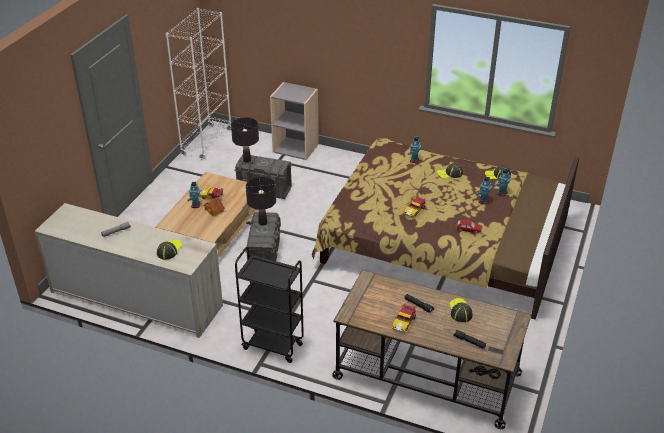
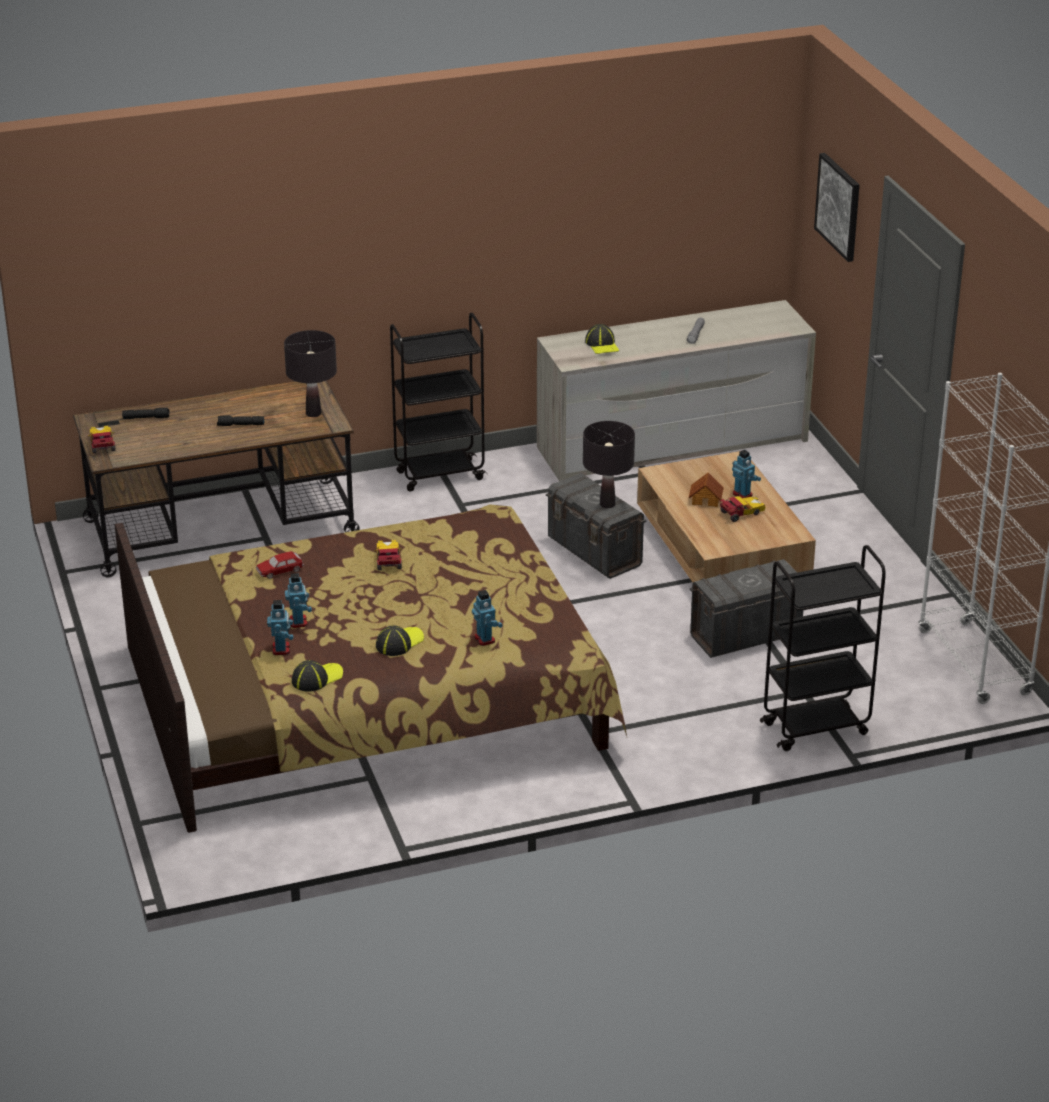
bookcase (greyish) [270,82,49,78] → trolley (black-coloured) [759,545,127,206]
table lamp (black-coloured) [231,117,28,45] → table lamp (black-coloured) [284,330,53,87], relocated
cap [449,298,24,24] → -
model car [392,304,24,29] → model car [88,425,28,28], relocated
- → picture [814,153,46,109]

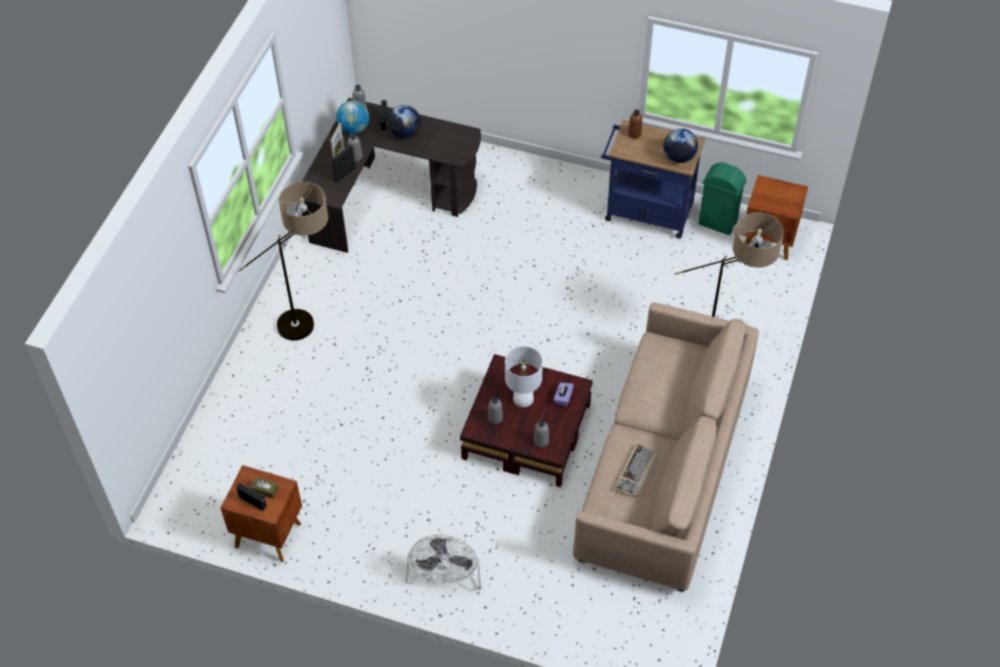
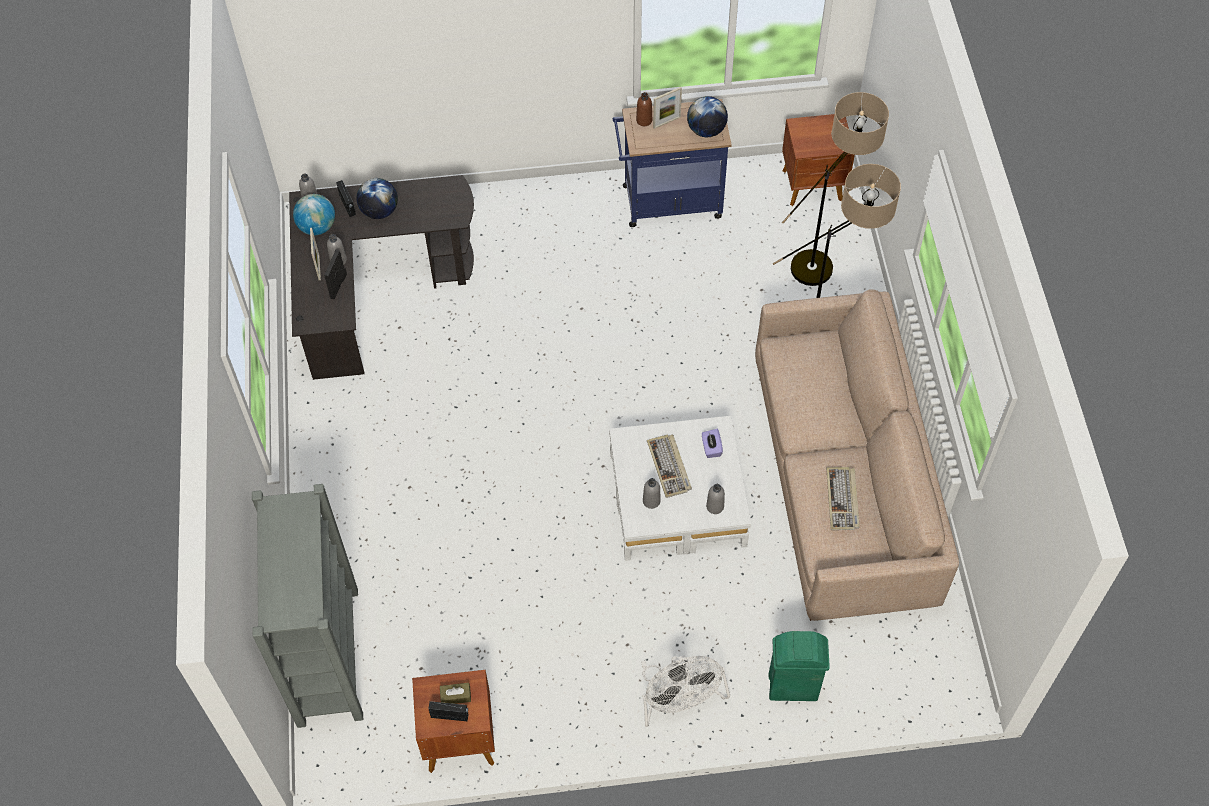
trash can (green-coloured) [698,162,49,73] → trash can (green-coloured) [769,631,61,70], relocated
standard lamp [238,182,90,158] → standard lamp [782,92,107,194], relocated
table lamp (white-coloured) [505,346,38,61] → keyboard [647,434,45,64]
low table (brown) [460,354,133,133] → low table (white-coloured) [609,416,142,145]
- → standing frame [653,87,29,42]
- → bookcase (greyish) [252,484,111,244]

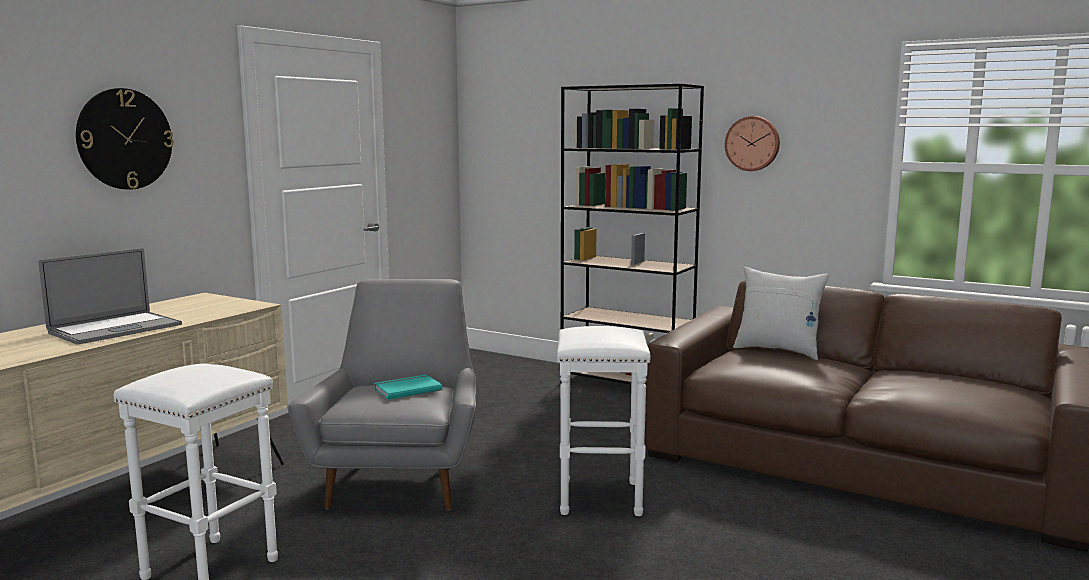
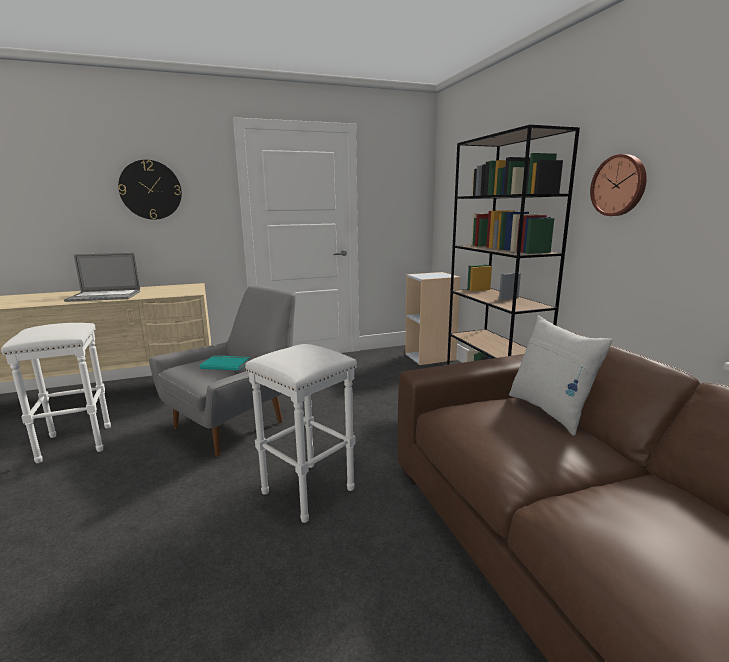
- → bookcase [405,272,56,93]

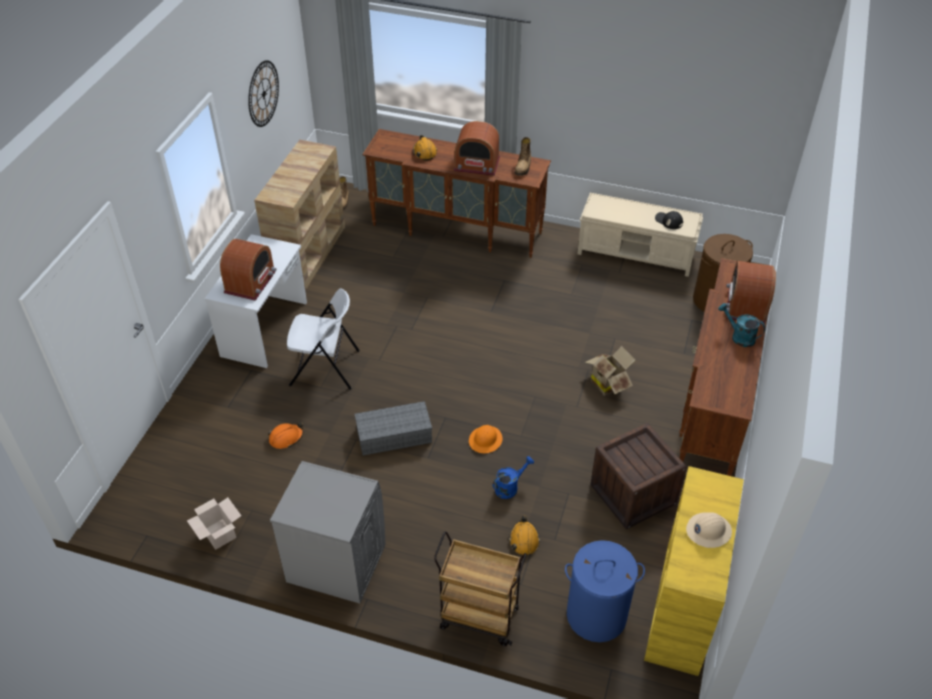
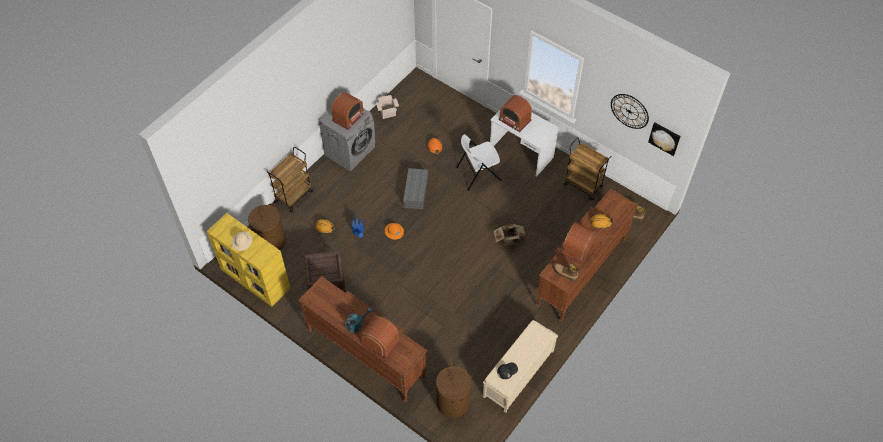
bookcase (brown) [254,140,91,150] → trolley (brown) [564,137,47,64]
upright chair (white-coloured) [287,288,72,102] → upright chair (white-coloured) [457,134,45,57], 45 degrees clockwise
carton [584,346,51,49] → carton [494,224,32,22], relocated
laundry basket (bluish) [565,540,80,102] → laundry basket (brown) [248,203,38,47]
- → radio receiver [331,92,34,38]
- → picture [648,123,33,33]

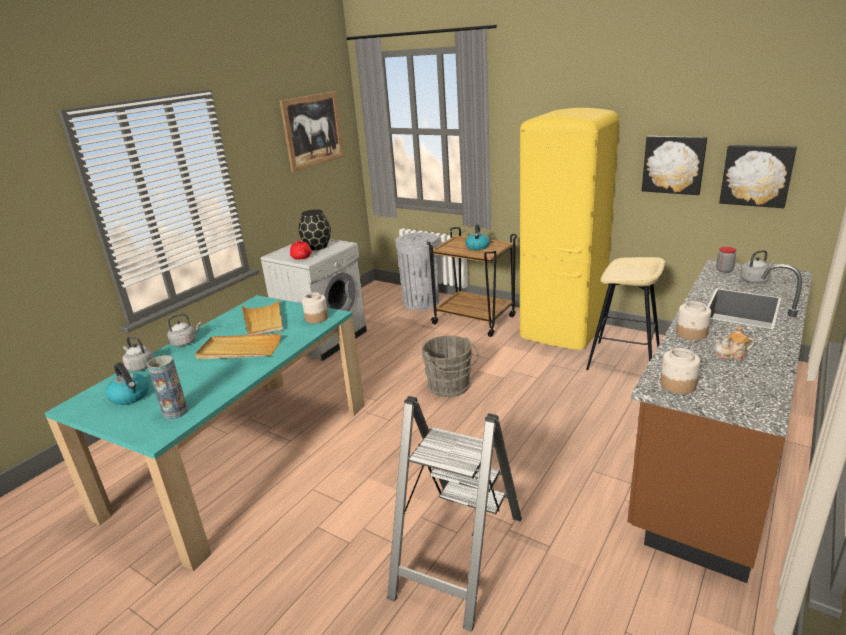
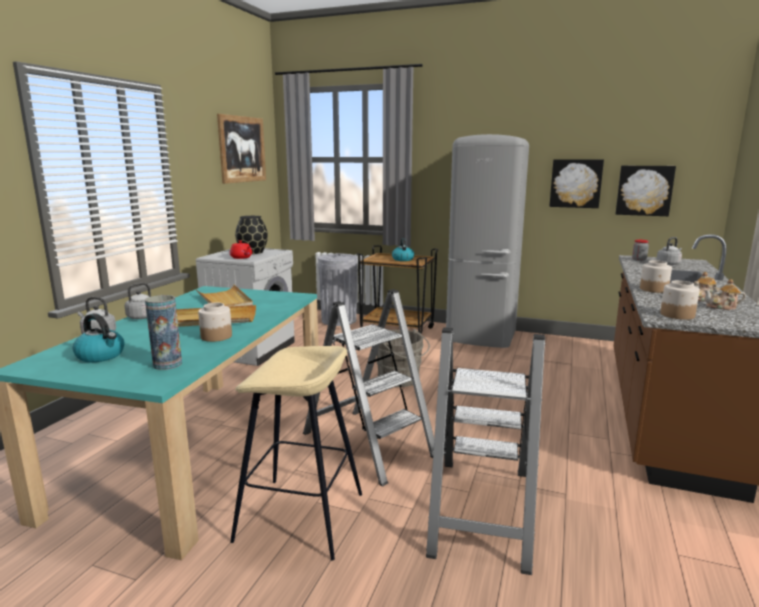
fridge (yellow-coloured) [520,108,99,242] → fridge (greyish) [446,134,83,214]
sitting stool (sand-coloured) [586,257,79,113] → sitting stool (sand-coloured) [230,346,132,215], relocated
storage jar [302,293,26,31] → storage jar [198,303,34,39], relocated
- → pot for tea [704,279,42,31]
- → step ladder (greyish) [303,289,131,197]

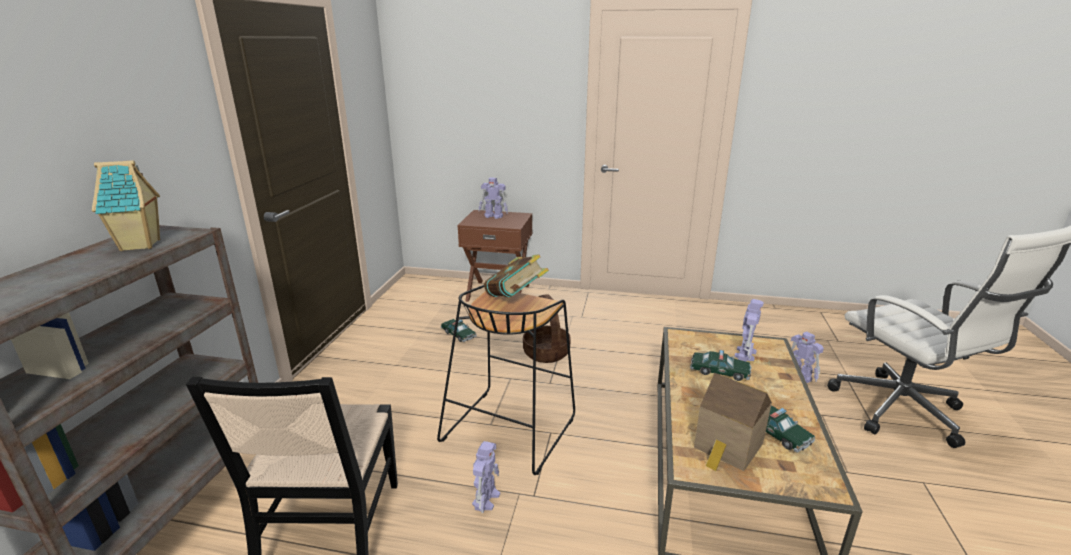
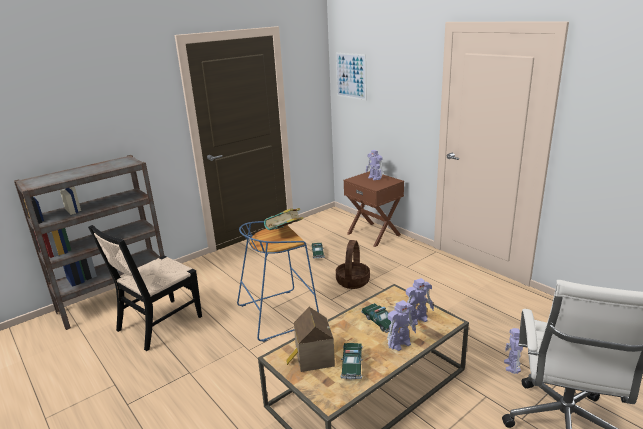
model house [92,160,68,91] → -
sitting stool (black-coloured) [437,285,138,190] → sitting stool (bluish) [237,221,82,121]
toy robot [472,441,28,72] → toy robot [387,300,29,51], relocated
- → picture [336,53,30,47]

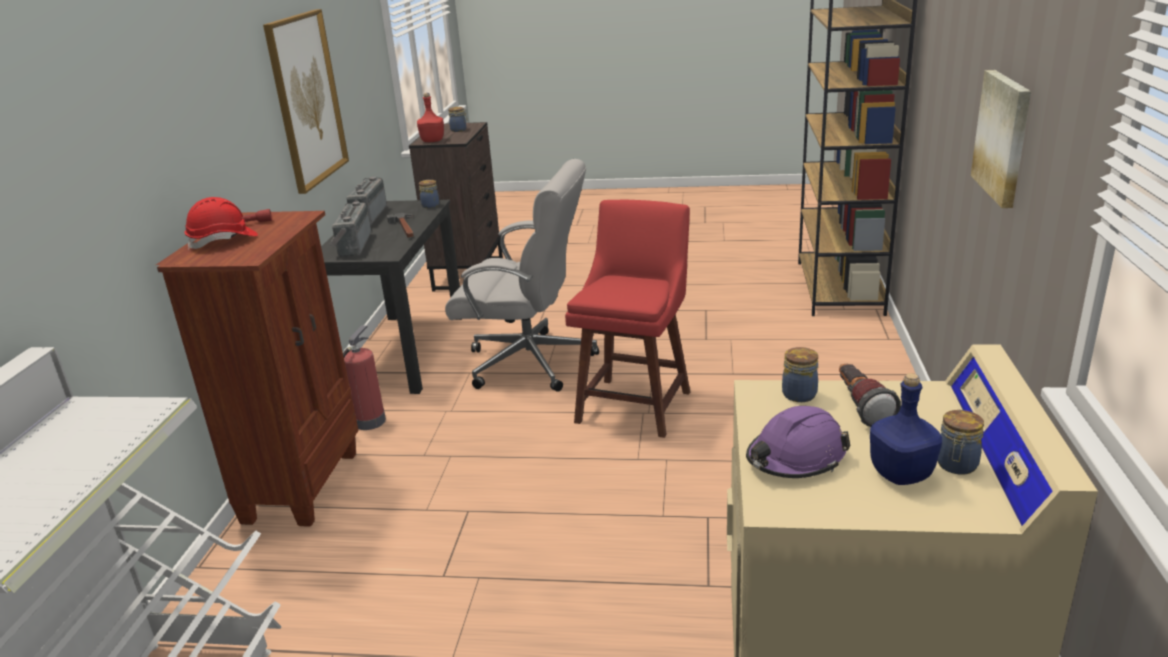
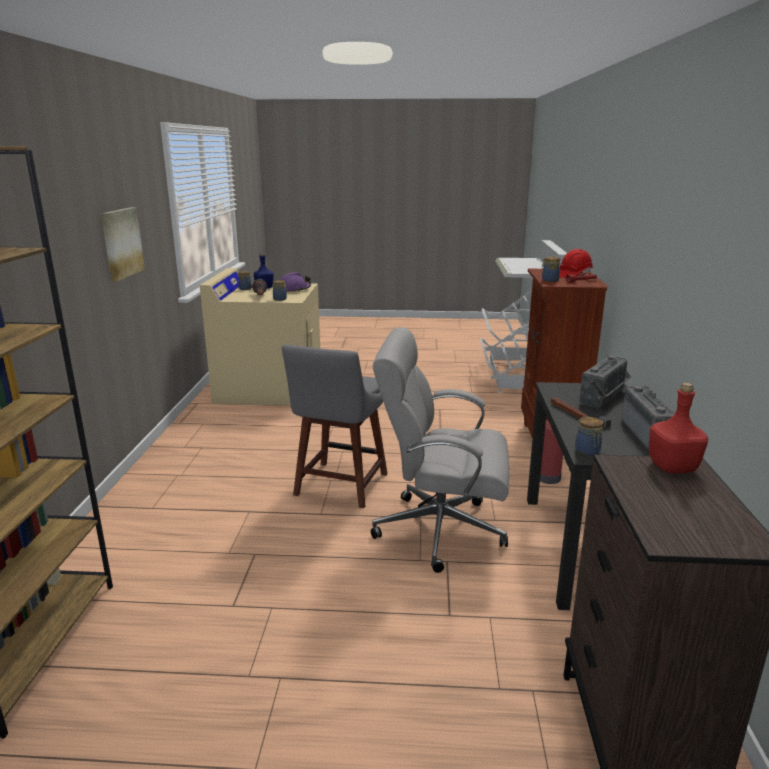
picture [263,9,86,185] → -
storage jar [448,107,20,25] → storage jar [541,257,19,25], relocated
sitting stool (reddish) [565,200,125,238] → sitting stool (greyish) [282,344,106,164]
radio receiver [329,201,42,56] → radio receiver [579,355,52,53], 45 degrees clockwise

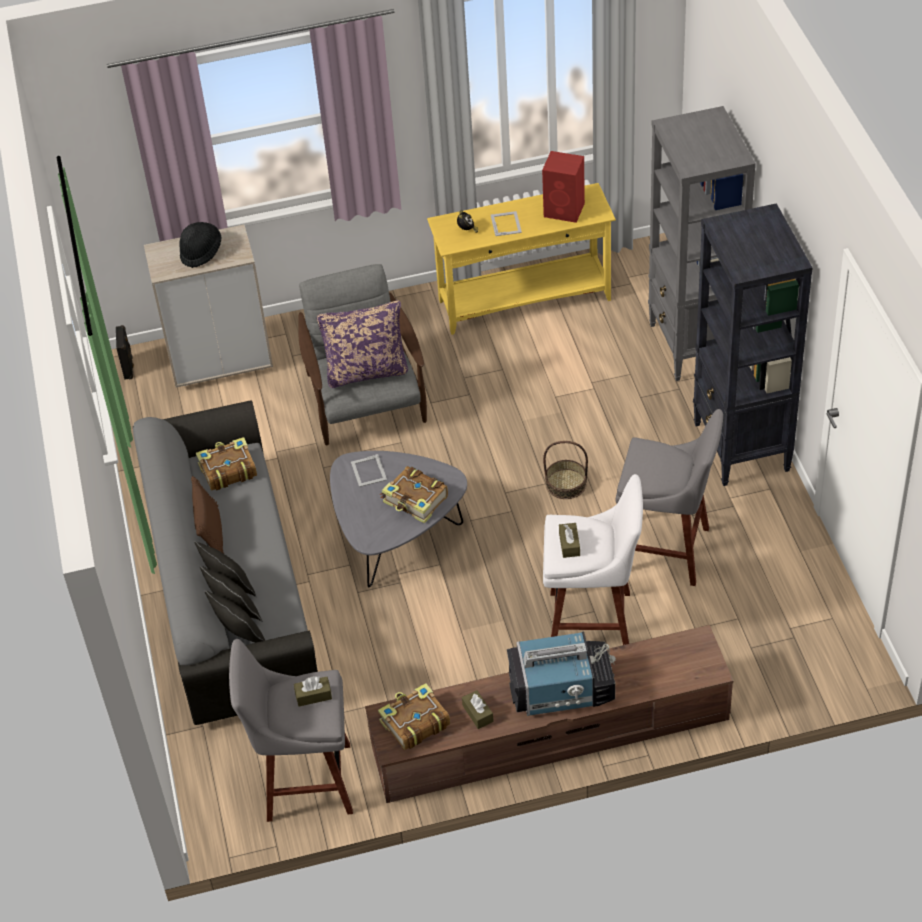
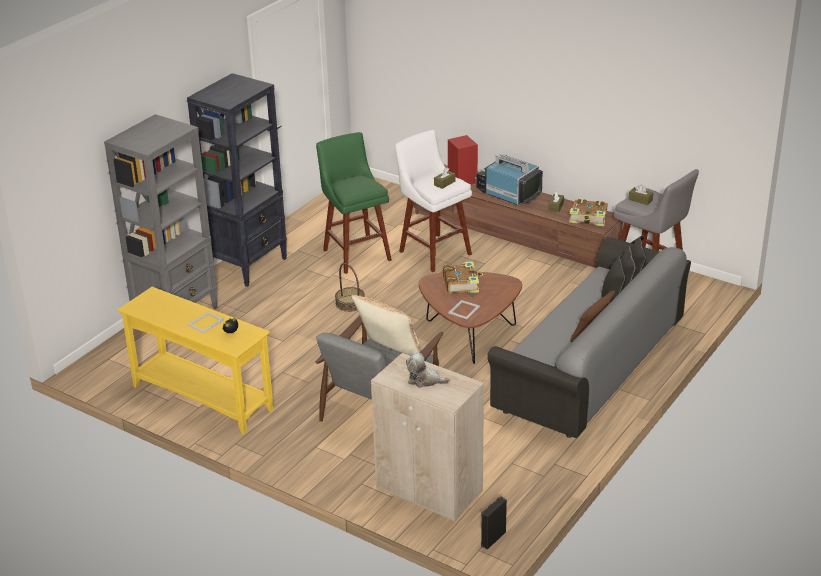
loudspeaker (reddish) [542,151,43,72] → loudspeaker (reddish) [448,135,30,50], relocated
hat (black-coloured) [179,222,43,46] → cuddly toy [406,352,44,36]
cushion (purple) [317,300,91,88] → cushion (sand-coloured) [351,295,70,61]
sitting stool (greyish) [616,409,107,177] → sitting stool (green-coloured) [316,132,76,142]
book [196,437,61,54] → -
low table (greyish) [330,451,137,136] → low table (brown) [419,272,103,92]

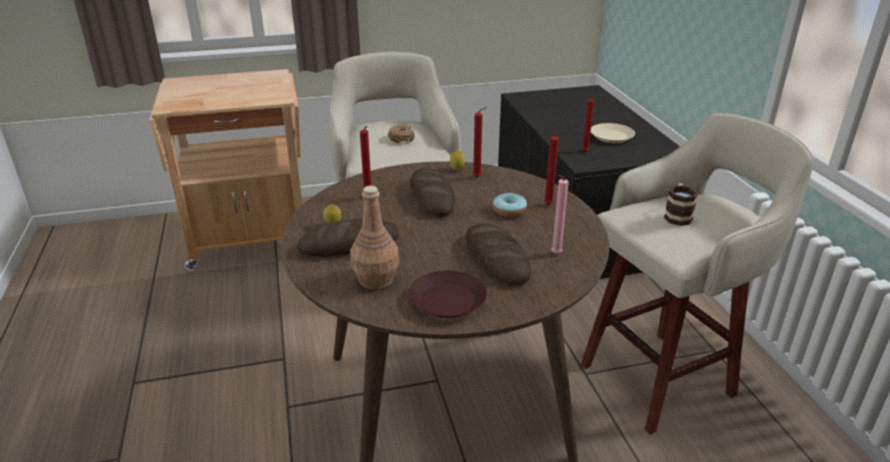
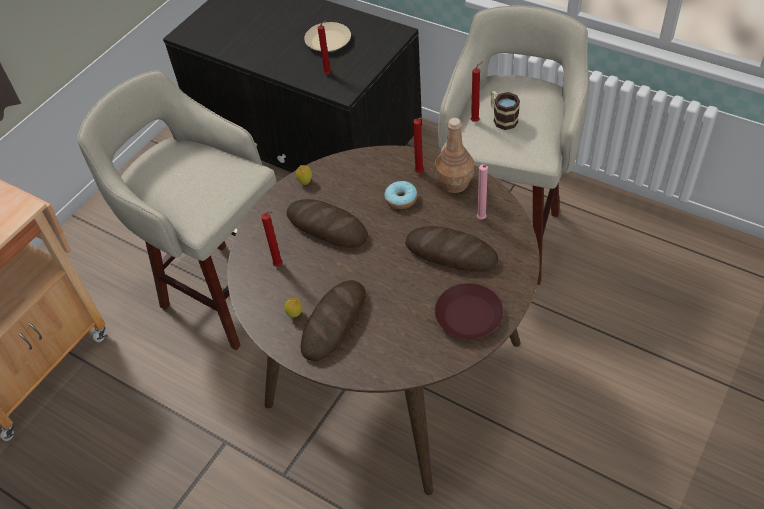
wax light (reddish) [472,107,15,70] → wax light (reddish) [471,61,12,61], relocated
ring doughnut [388,124,27,19] → -
beverage bottle (brown) [350,186,49,104] → beverage bottle (brown) [435,118,39,75], relocated

